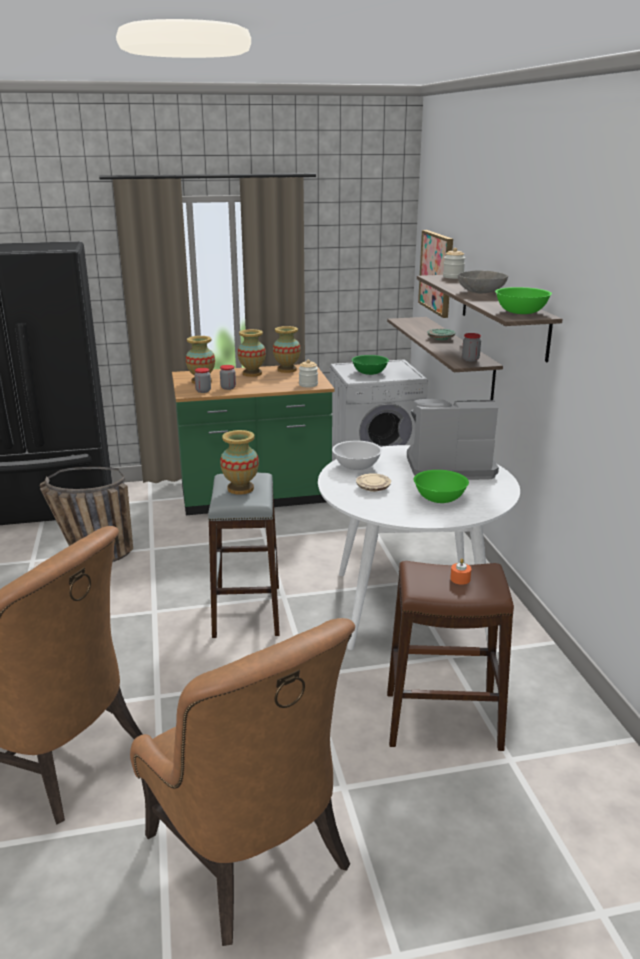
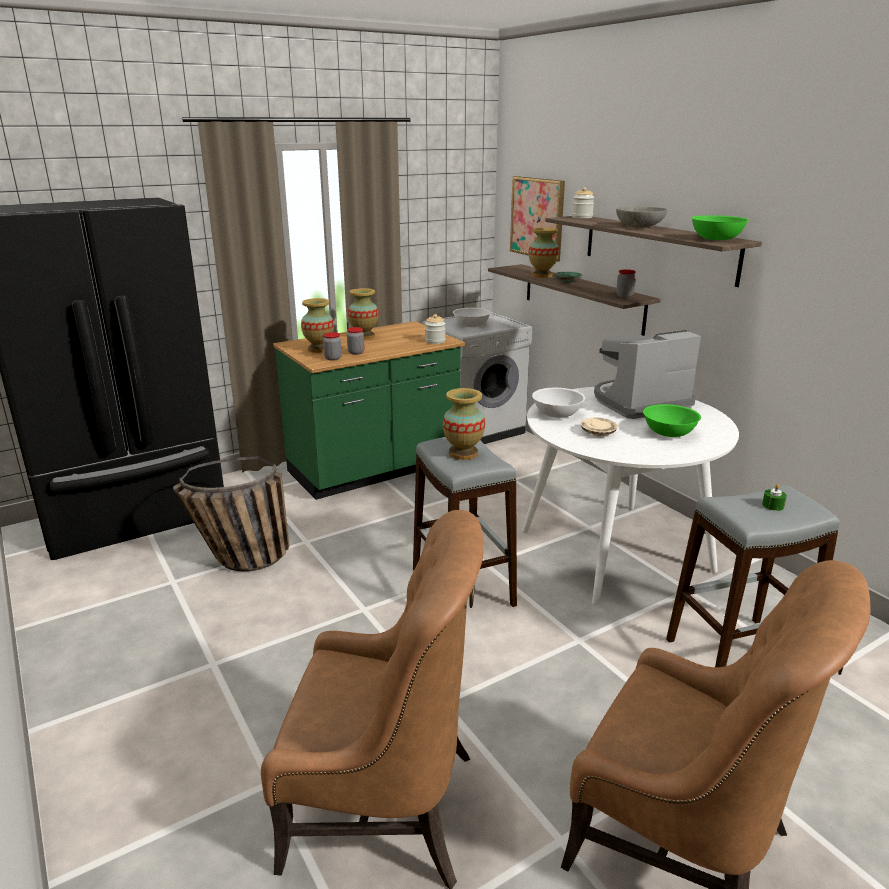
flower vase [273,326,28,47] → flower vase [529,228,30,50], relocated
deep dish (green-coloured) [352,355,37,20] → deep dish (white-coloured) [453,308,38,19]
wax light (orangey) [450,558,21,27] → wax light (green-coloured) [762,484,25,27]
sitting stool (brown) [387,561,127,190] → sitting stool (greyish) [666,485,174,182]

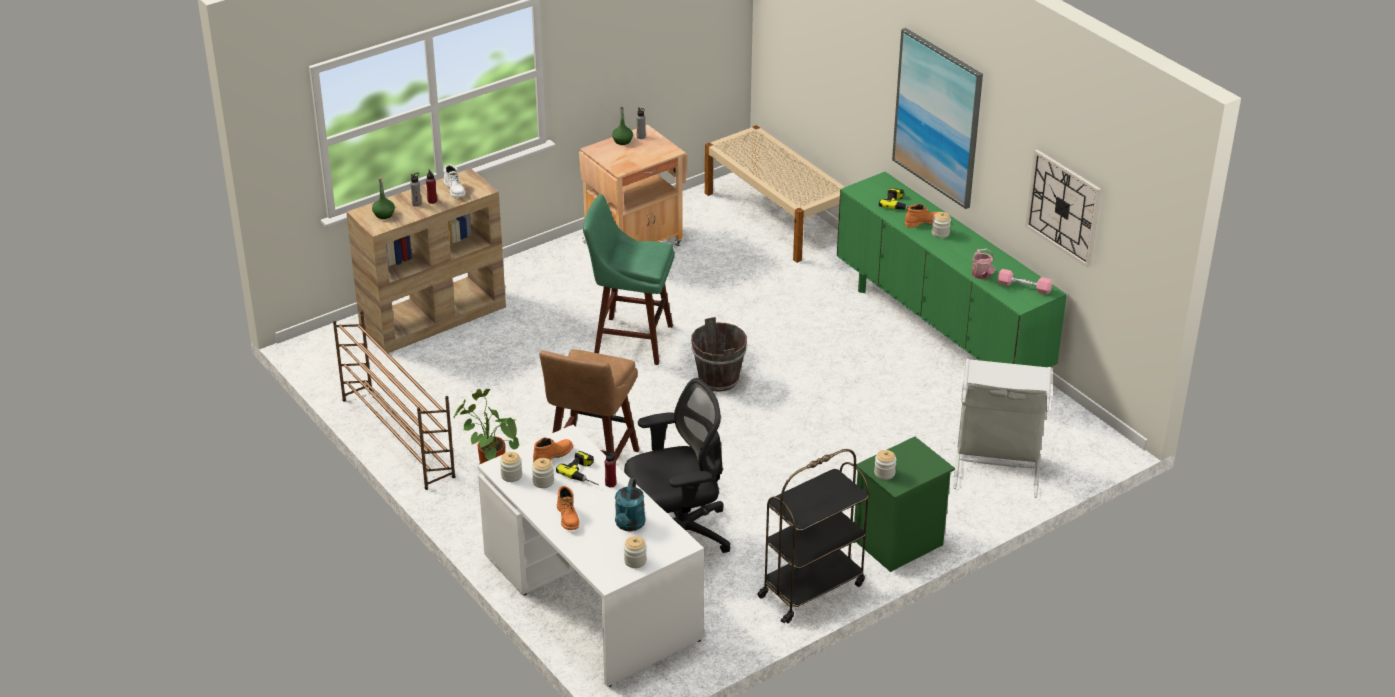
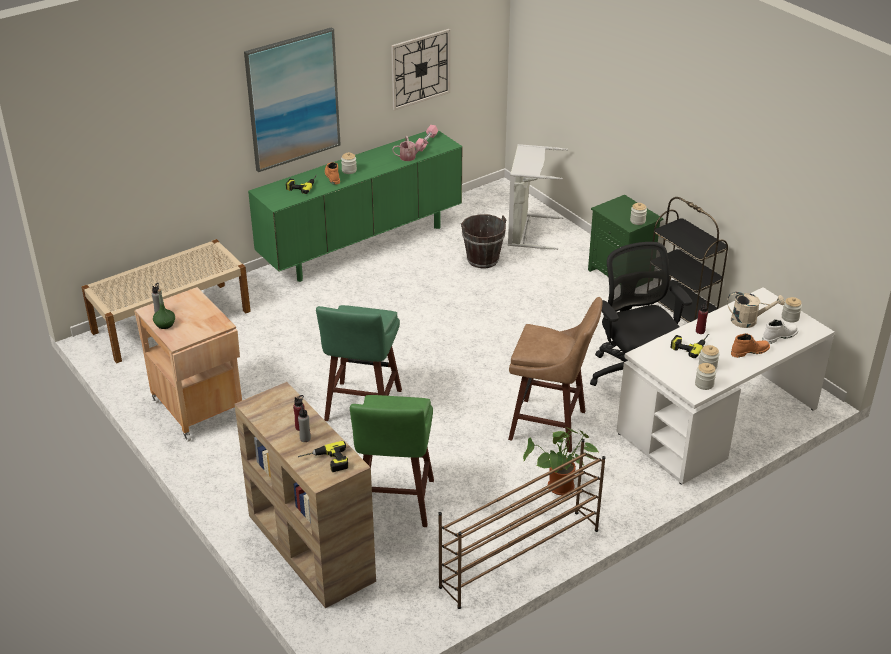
high-top boot (white-coloured) [444,164,21,33] → high-top boot (white-coloured) [762,319,36,25], relocated
beverage bottle (green-coloured) [372,177,23,42] → power drill [298,441,50,31]
water bucket (brown) [691,317,56,75] → water bucket (brown) [461,214,45,54], relocated
high-top boot (orangey) [533,438,40,24] → -
watering can (blue-green) [615,478,31,53] → watering can (sand-coloured) [727,292,58,36]
- → sitting stool (green-coloured) [350,395,84,132]

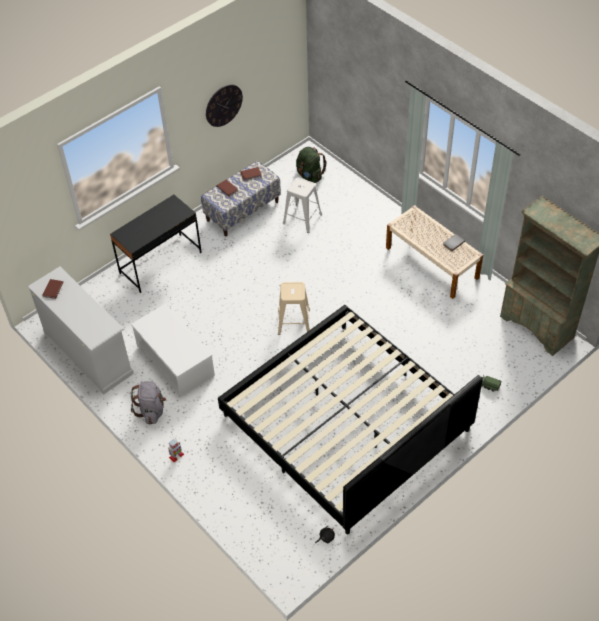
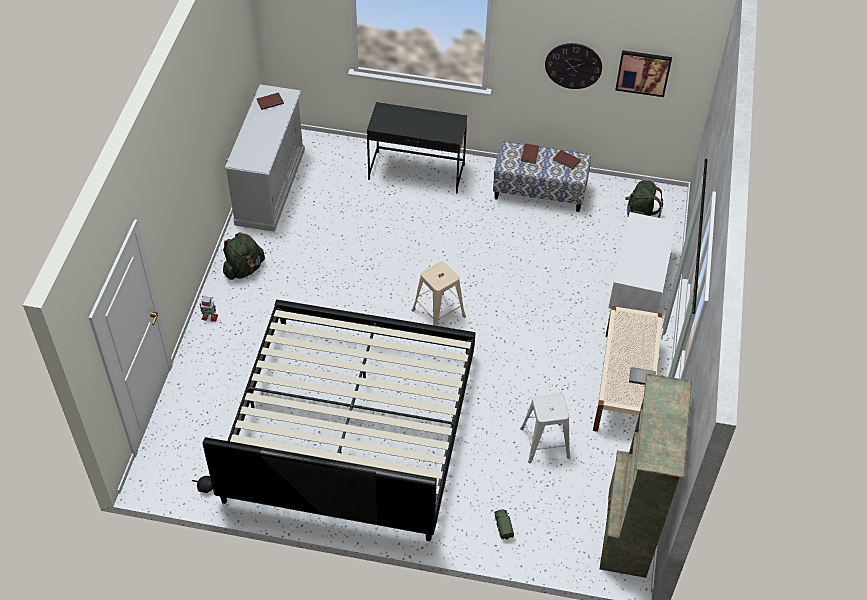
sitting stool (white-coloured) [283,177,39,56] → sitting stool (white-coloured) [520,393,50,70], relocated
low table (white-coloured) [131,304,84,93] → low table (white-coloured) [609,212,68,101], relocated
knapsack (greyish) [131,381,35,43] → knapsack (green-coloured) [223,232,42,48]
- → picture [615,50,57,47]

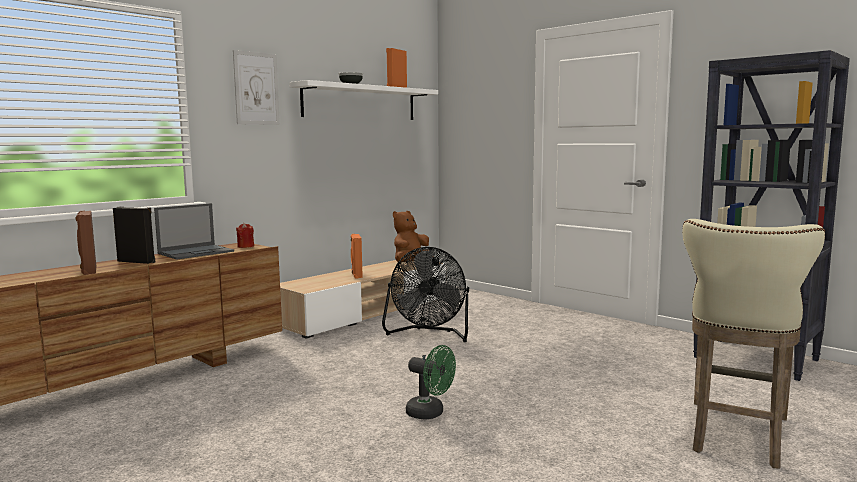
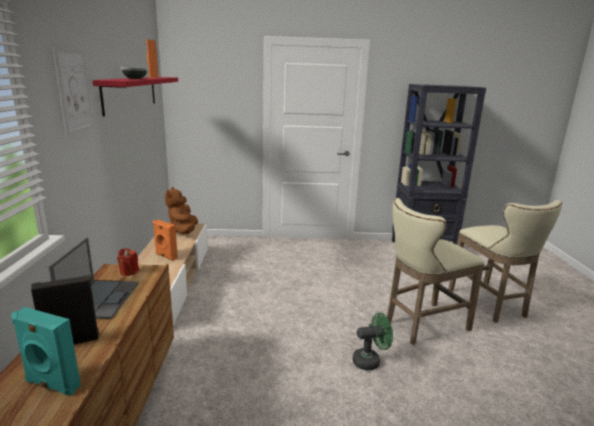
shelf (white-coloured) [289,80,149,40] → shelf (reddish) [92,77,86,39]
loudspeaker (brown) [76,211,20,64] → loudspeaker (blue-green) [11,307,70,89]
electric fan (black-coloured) [382,247,87,95] → -
- → sitting stool (sand-coloured) [387,198,97,147]

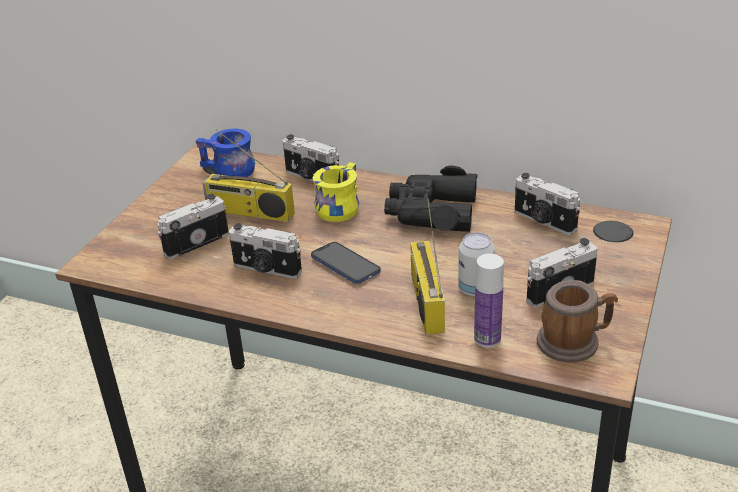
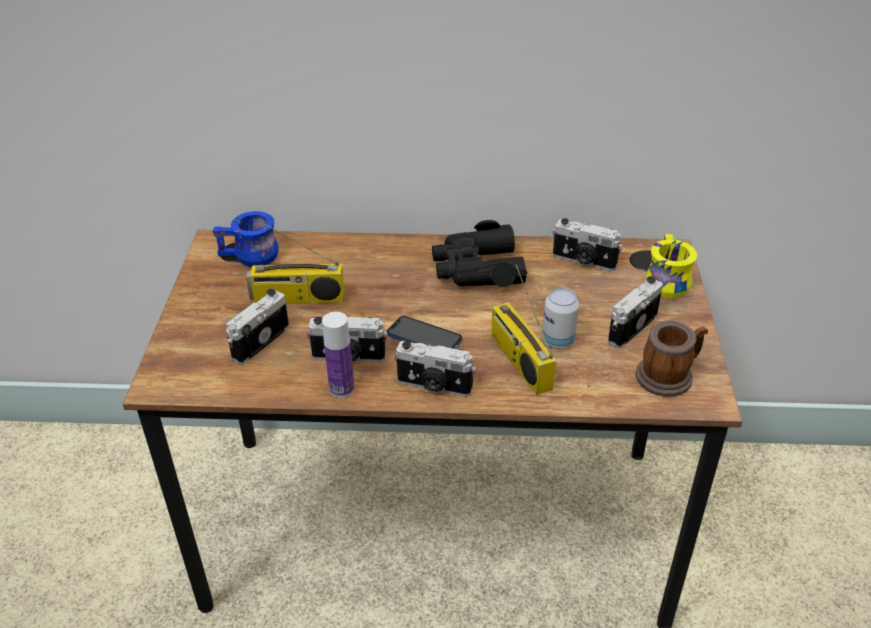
still camera [283,134,56,47] → still camera [395,341,81,56], relocated
coffee mug (yellow-coloured) [312,162,47,60] → coffee mug (yellow-coloured) [646,234,51,64], relocated
beverage bottle [474,253,30,95] → beverage bottle [322,312,32,85], relocated

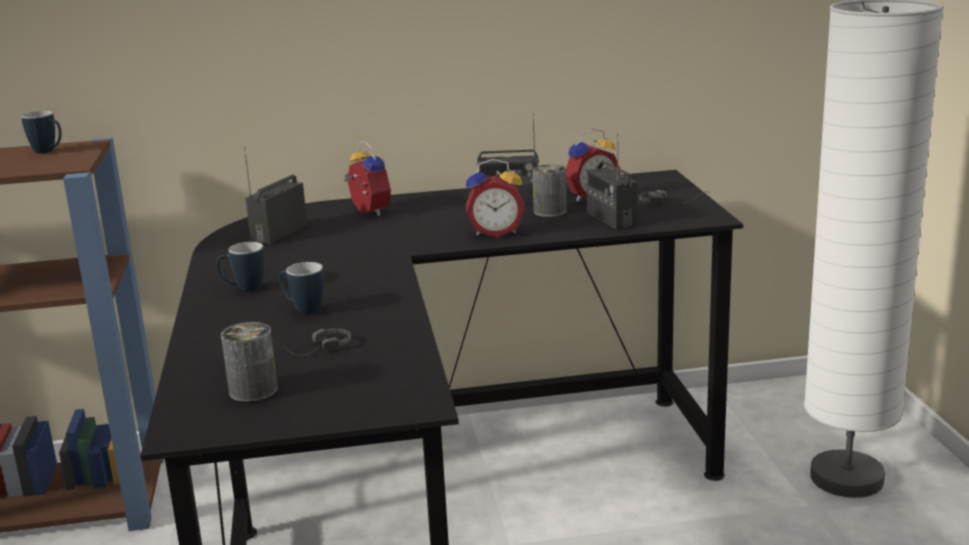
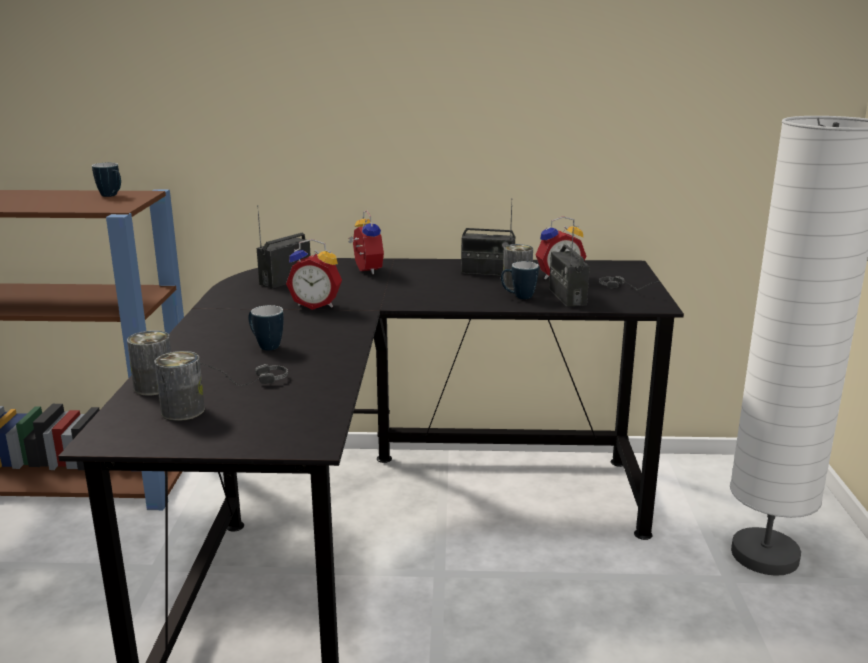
bedside clock [466,159,59,79] → bedside clock [286,239,56,71], relocated
coffee mug [216,242,48,49] → coffee mug [501,261,38,38], relocated
- → can [127,330,44,65]

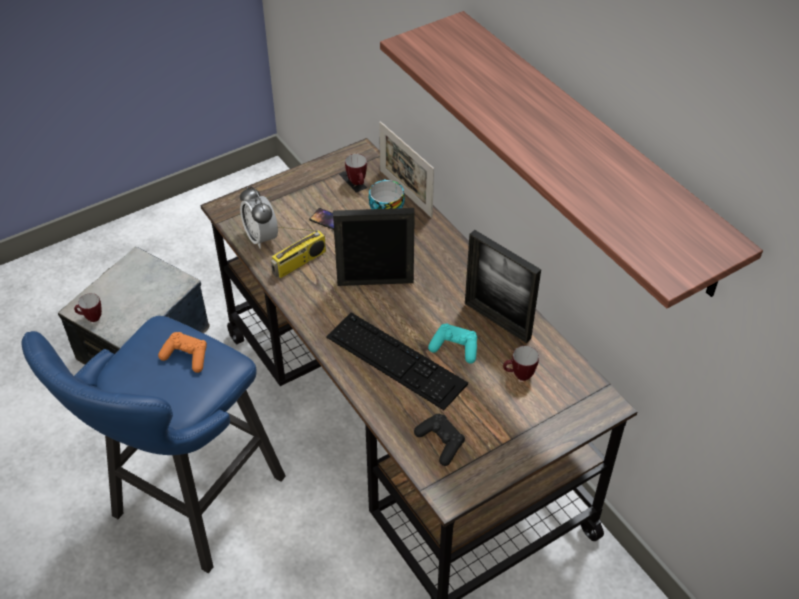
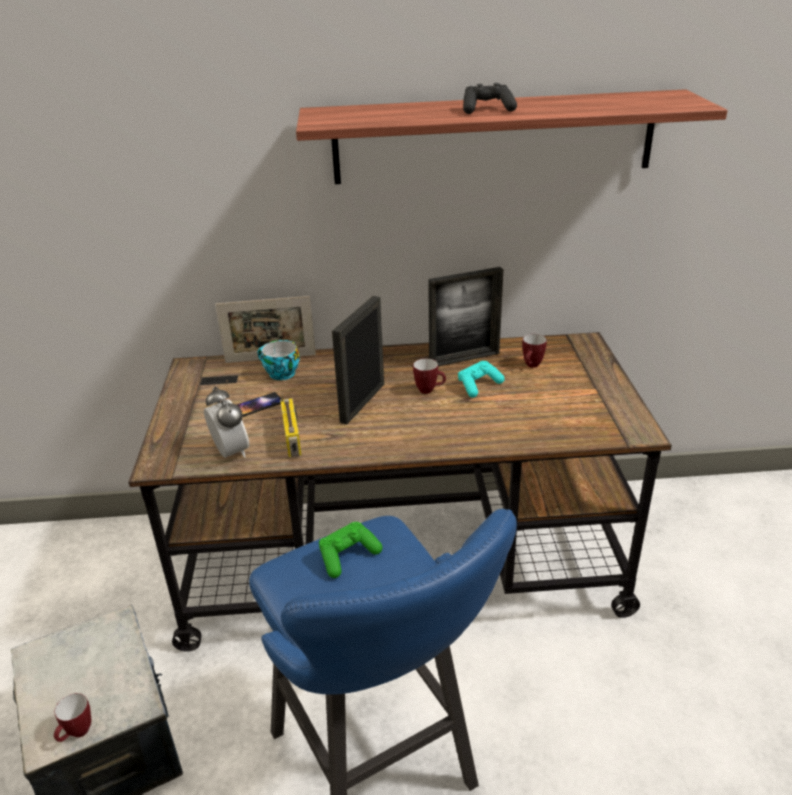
coffee mug [345,154,22,31] → coffee mug [413,358,33,36], relocated
bedside clock [240,186,38,63] → bedside clock [204,386,45,72], 120 degrees counterclockwise
keyboard [326,312,142,98] → -
game controller (orangey) [158,332,49,41] → game controller (green-coloured) [319,522,64,56]
game controller (black-coloured) [414,414,51,52] → game controller (black-coloured) [463,83,54,31], relocated

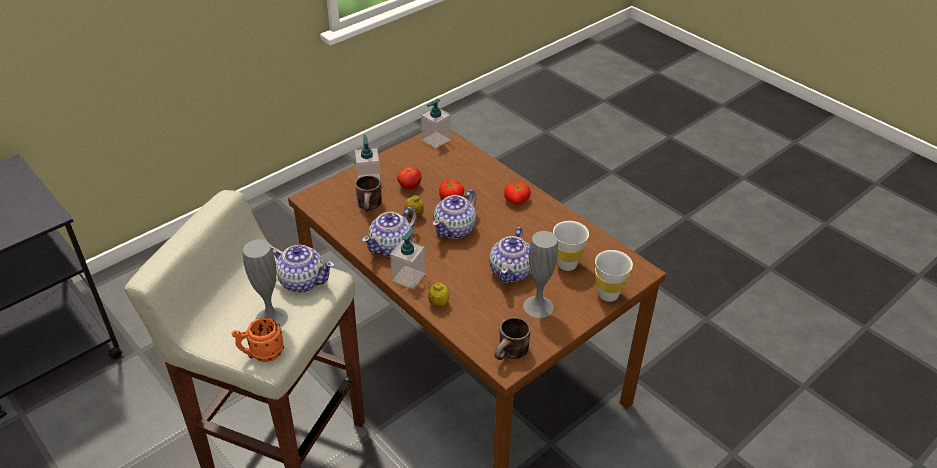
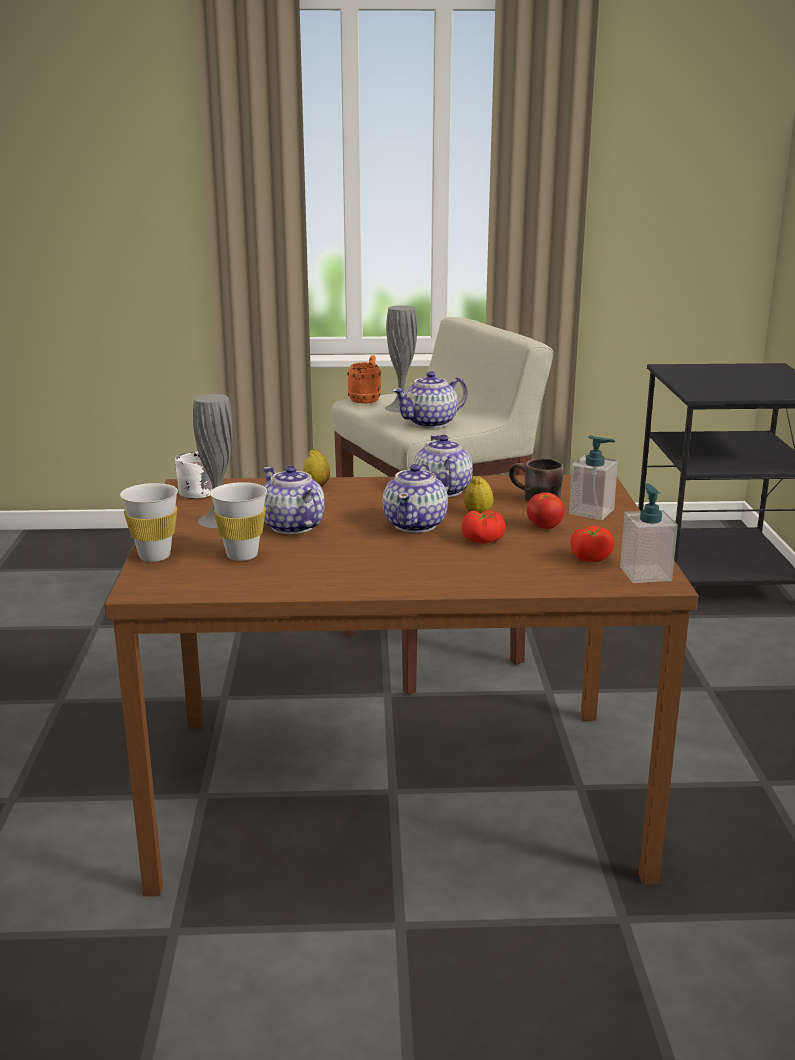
tomato [504,182,27,22] → tomato [570,526,44,36], relocated
pot for tea [433,190,43,49] → pot for tea [383,464,65,69], 150 degrees counterclockwise
soap bottle [390,228,36,61] → -
coffee mug (brown) [494,317,37,43] → coffee mug (white-coloured) [175,452,38,47]

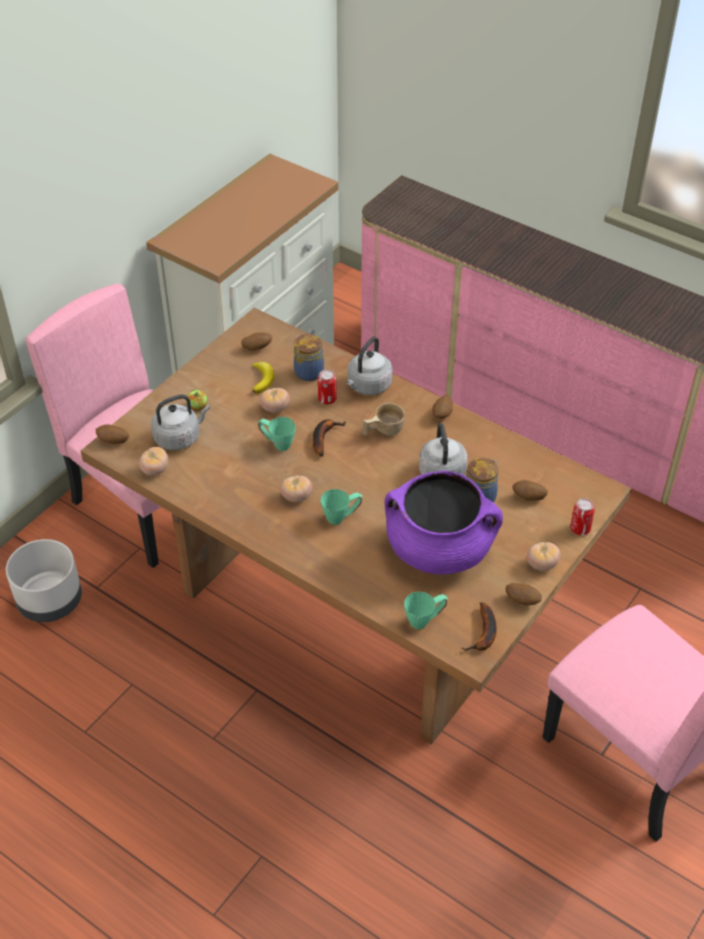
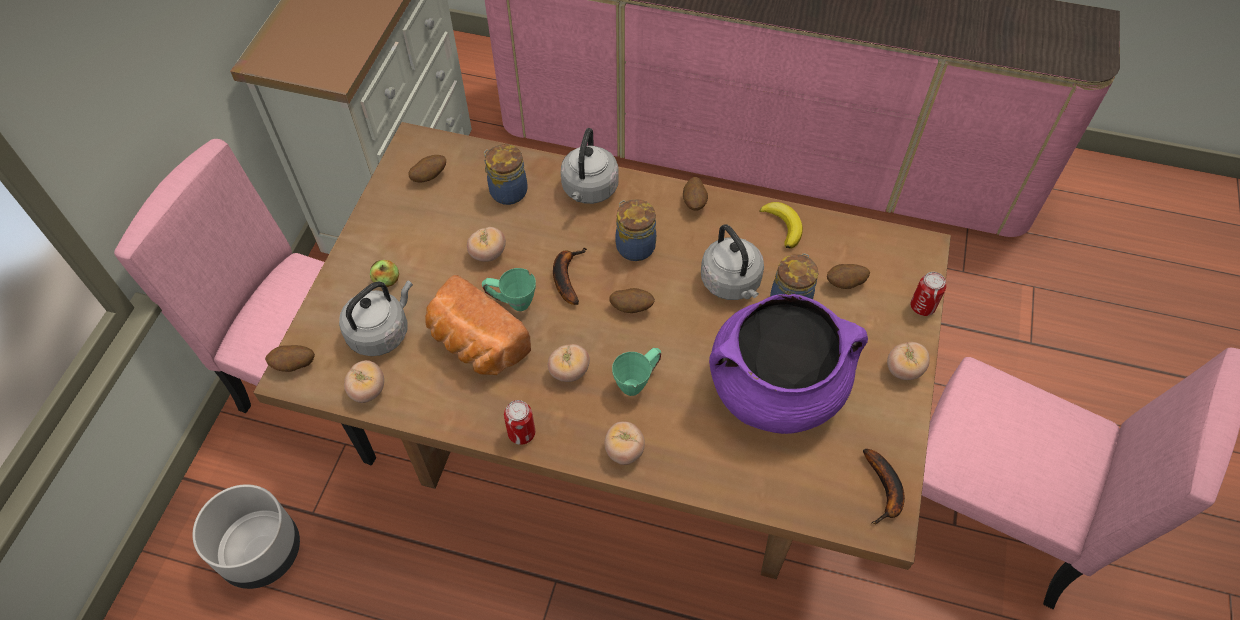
banana fruit [252,362,22,32] → banana fruit [759,202,44,47], relocated
can [318,369,19,35] → can [504,400,31,45], relocated
small cup (sand-coloured) [362,403,43,33] → storage jar [615,199,41,62]
whole potato [505,583,37,22] → whole potato [609,288,46,25], relocated
coffee mug (green-coloured) [404,592,44,37] → -
- → baked bread [425,275,106,100]
- → tomato [605,421,40,44]

